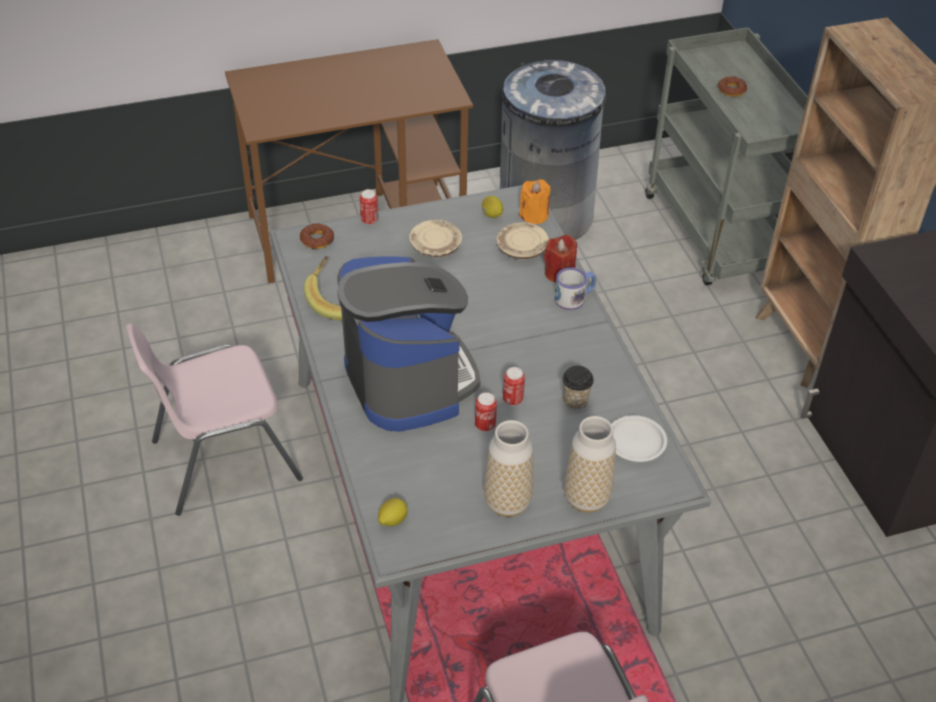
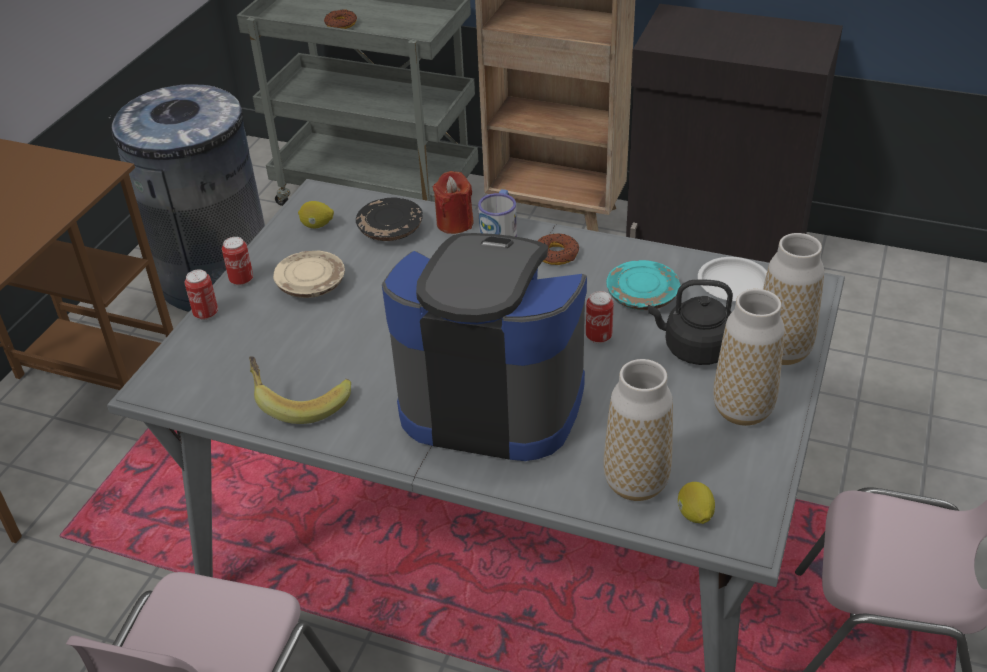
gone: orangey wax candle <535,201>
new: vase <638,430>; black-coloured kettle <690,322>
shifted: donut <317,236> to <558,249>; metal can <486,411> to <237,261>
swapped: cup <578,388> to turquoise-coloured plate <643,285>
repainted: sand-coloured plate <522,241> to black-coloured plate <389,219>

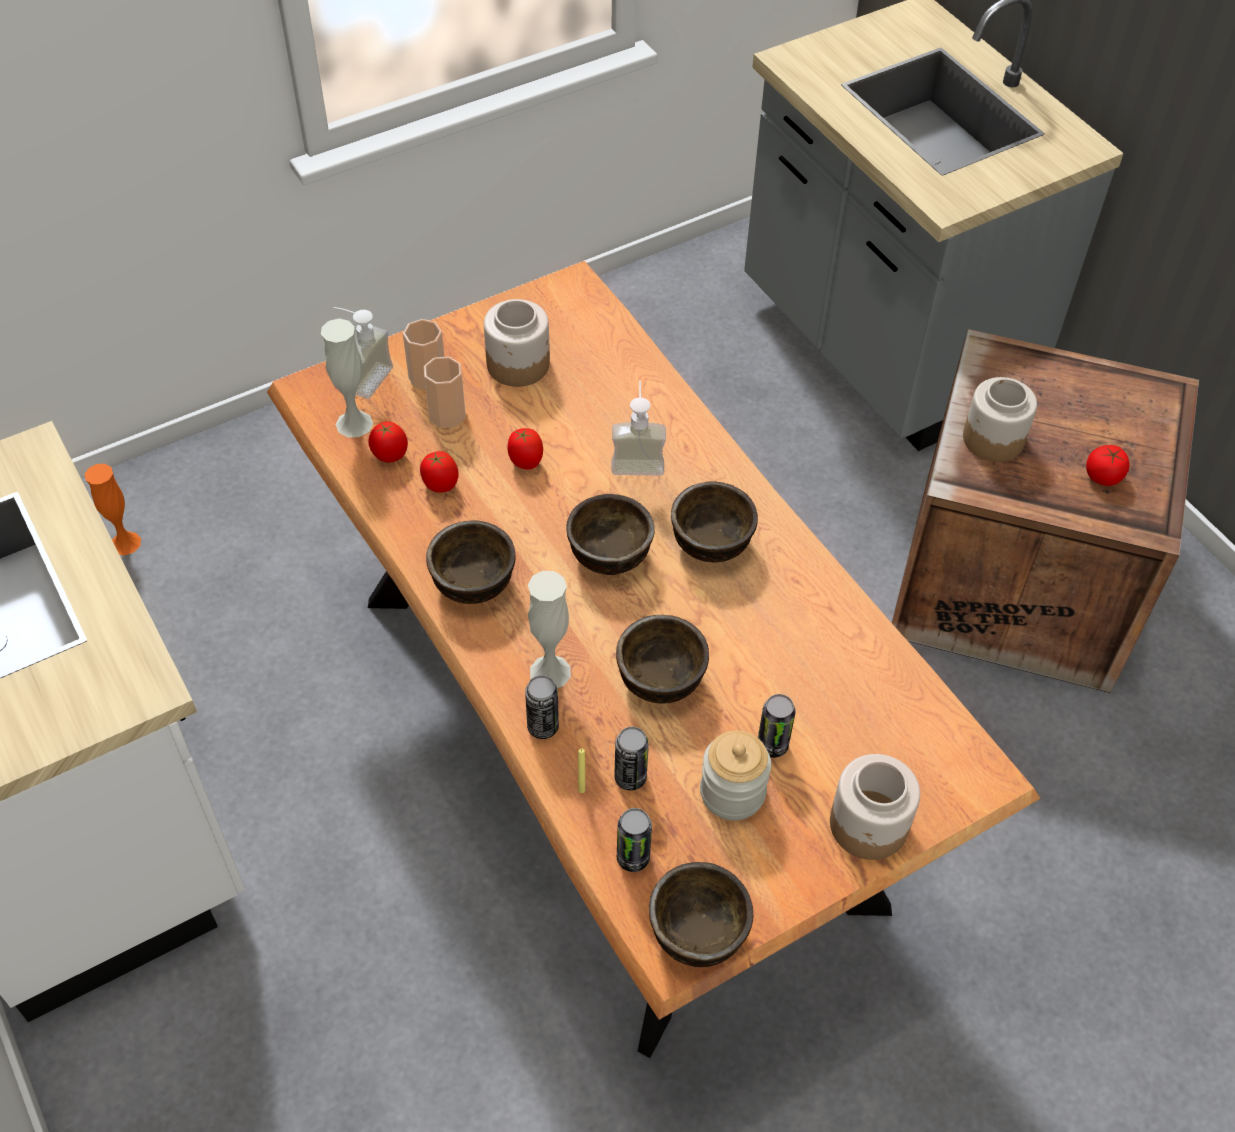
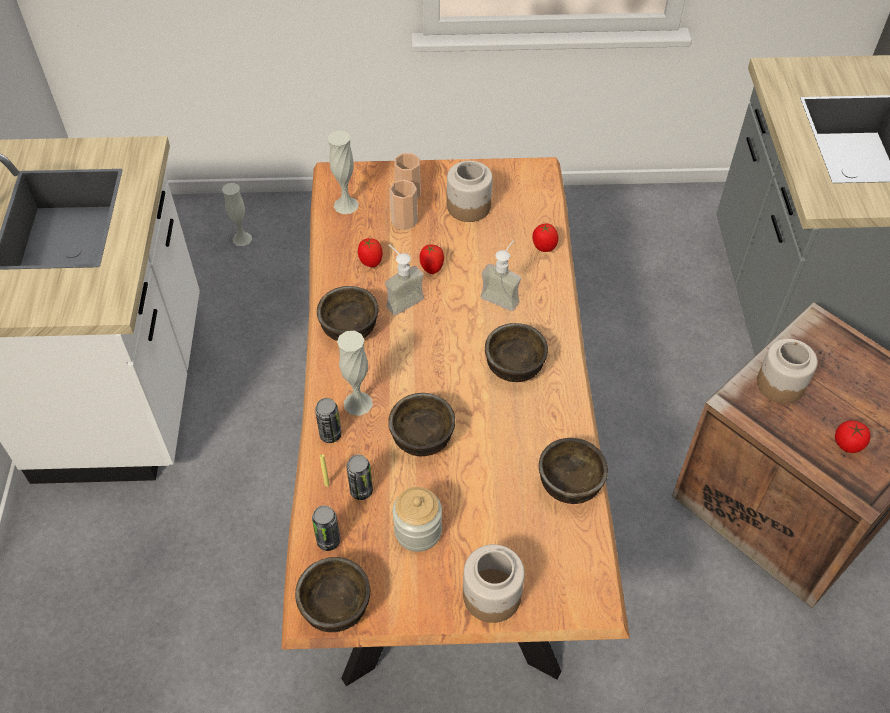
gone: metal can <776,726>
shifted: soap dispenser <363,353> to <404,280>; whole tomato <388,442> to <545,238>; brown bowl <610,534> to <573,471>
repainted: orangey vase <113,510> to white-coloured vase <237,214>

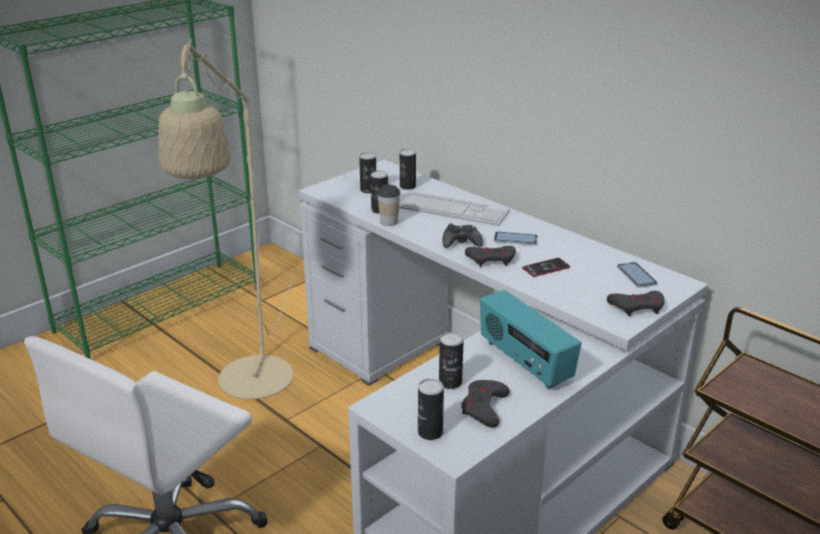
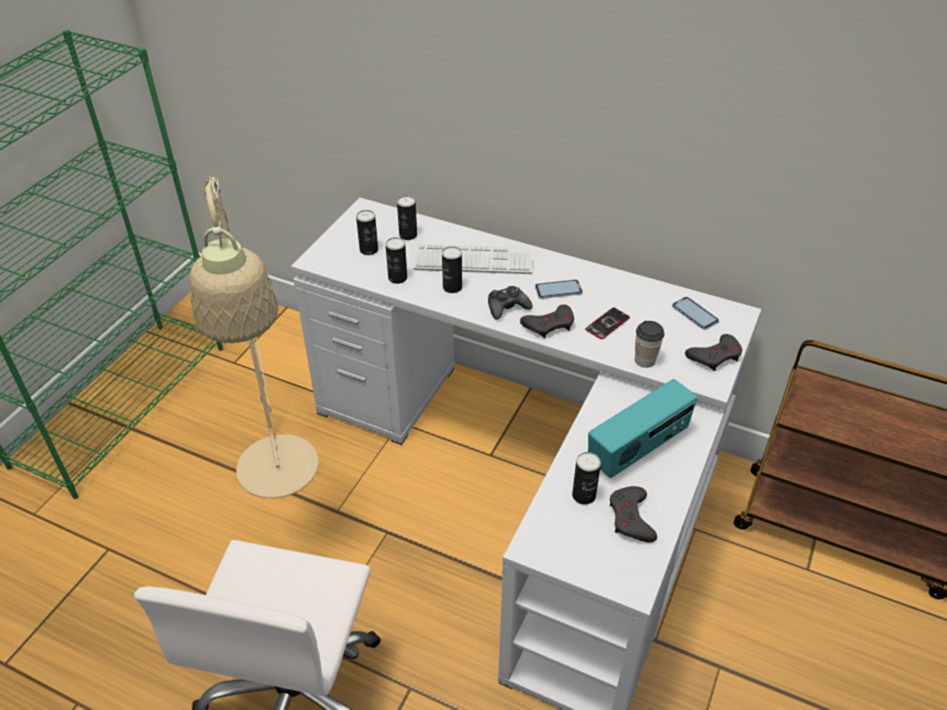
shifted: cup <388,205> to <649,344>; metal can <431,409> to <452,269>
rotated: radio set <530,340> = <642,428> 75 degrees counterclockwise

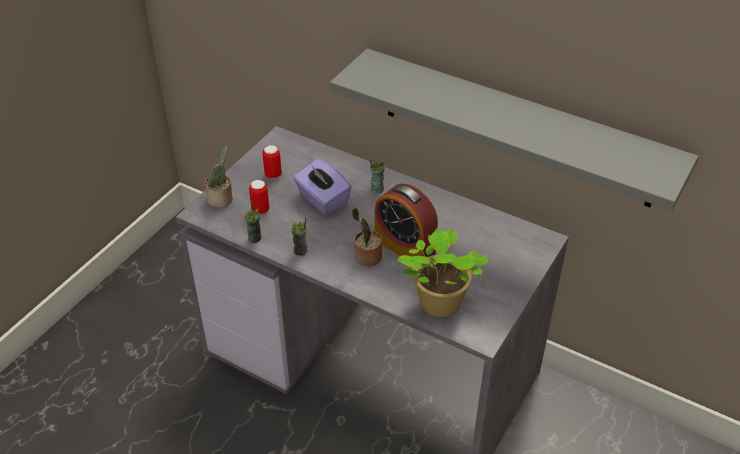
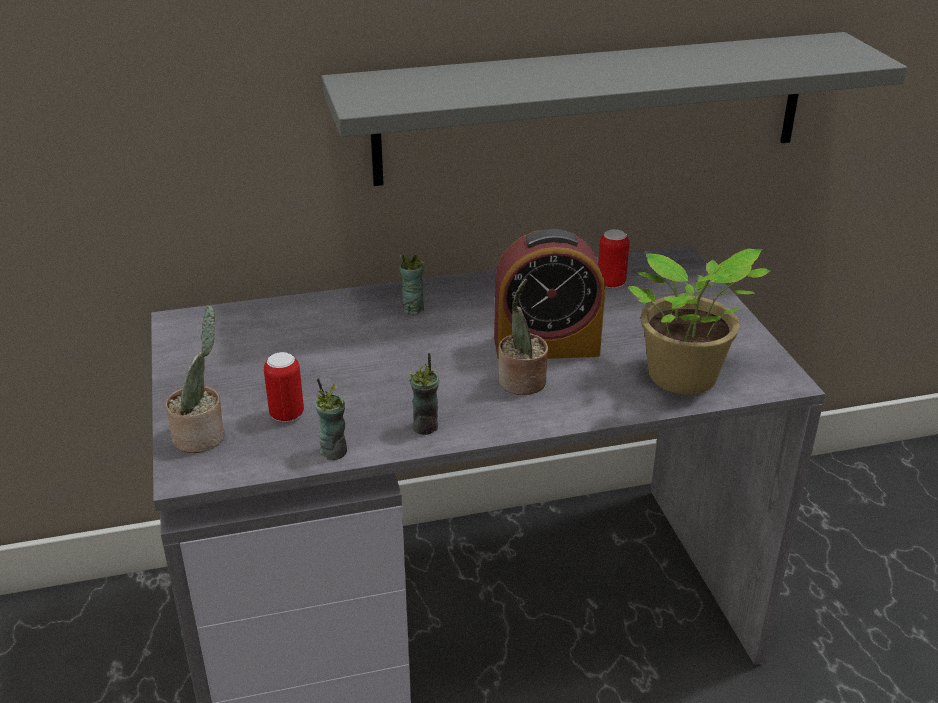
gone: purple box of tissues <322,186>
shifted: metal can <272,162> to <614,259>

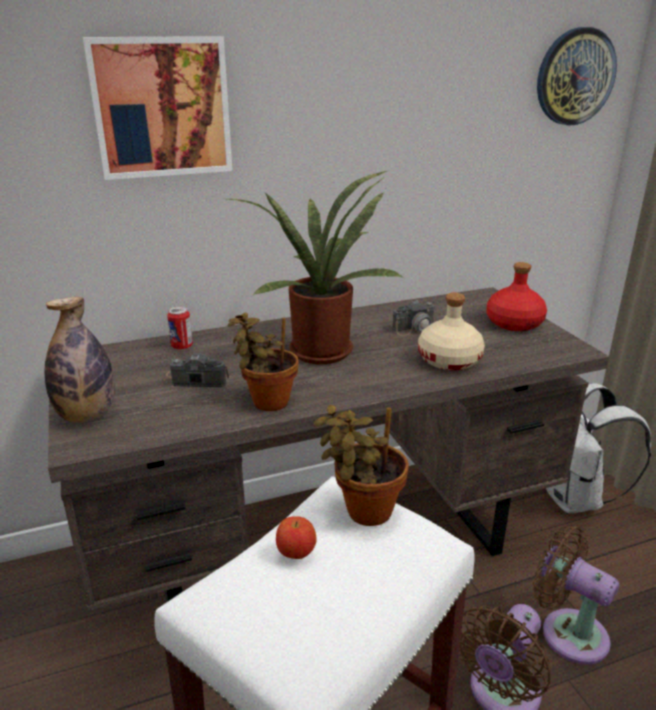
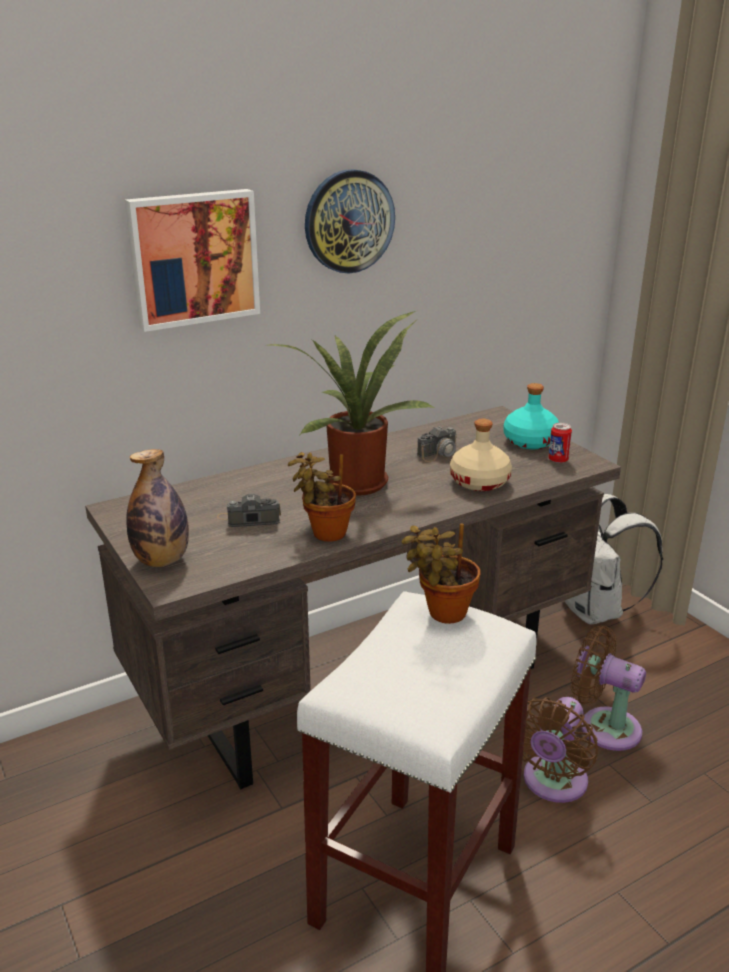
gone: apple fruit <296,537>
shifted: metal can <180,328> to <560,443>; hanging clock <577,76> to <350,221>
repainted: reddish drink bottle <516,296> to turquoise-coloured drink bottle <531,416>

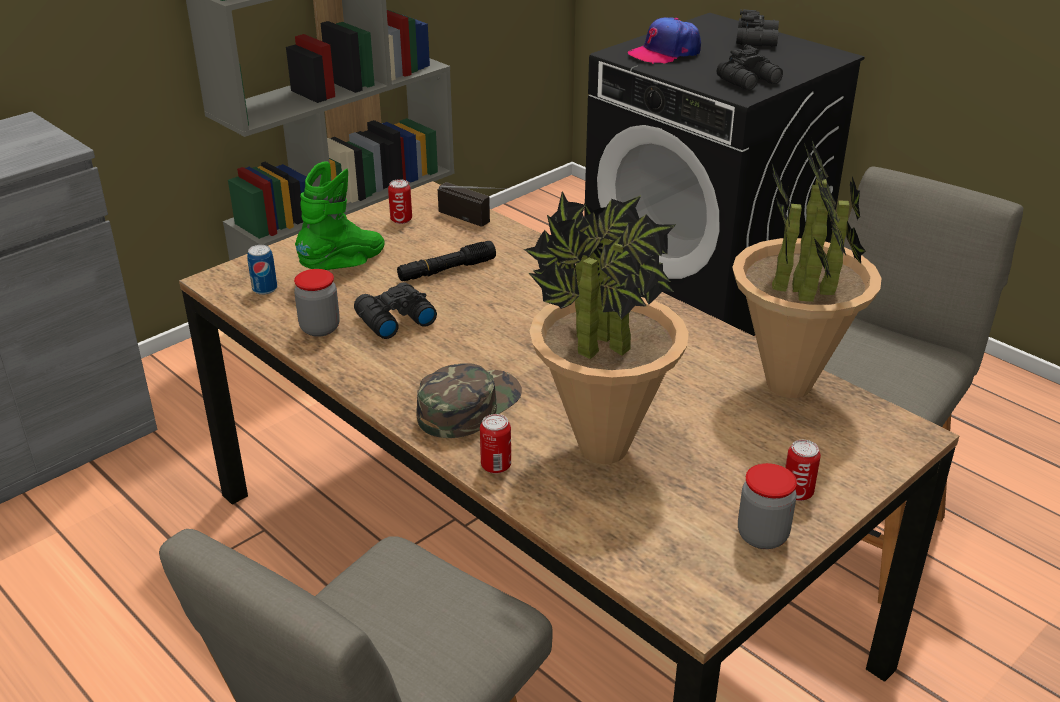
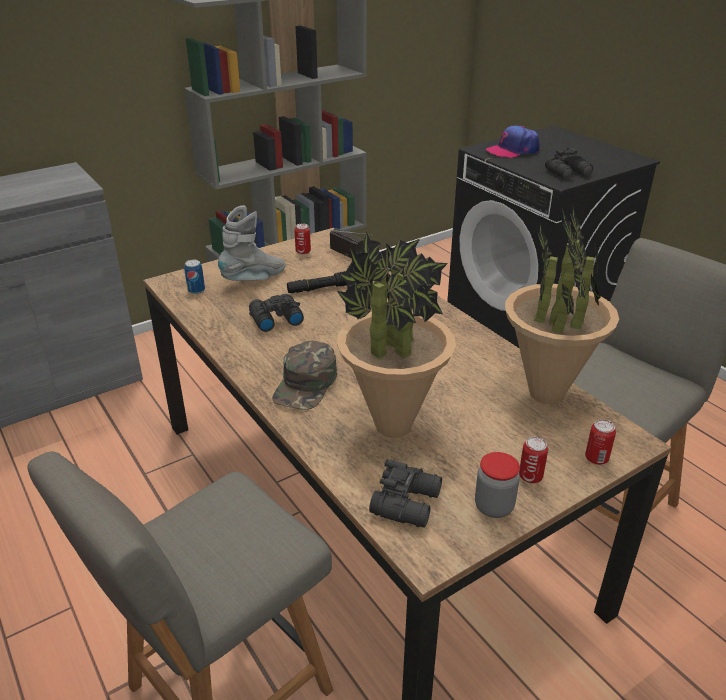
gone: storage jar <317,303>
shifted: metal can <495,444> to <600,442>; black-coloured field glasses <757,28> to <405,493>
repainted: greenish high-top boot <340,215> to greyish high-top boot <252,243>
rotated: greenish baseball cap <469,400> = <304,375> 150 degrees clockwise

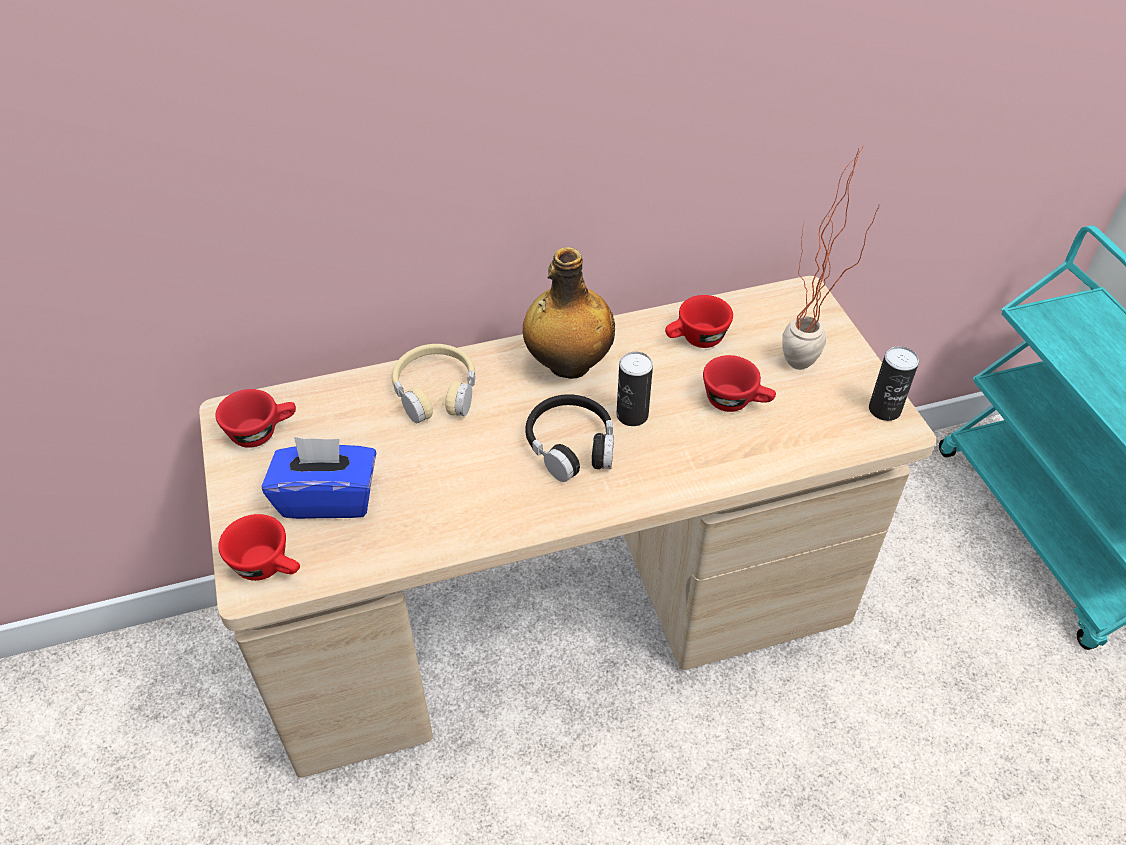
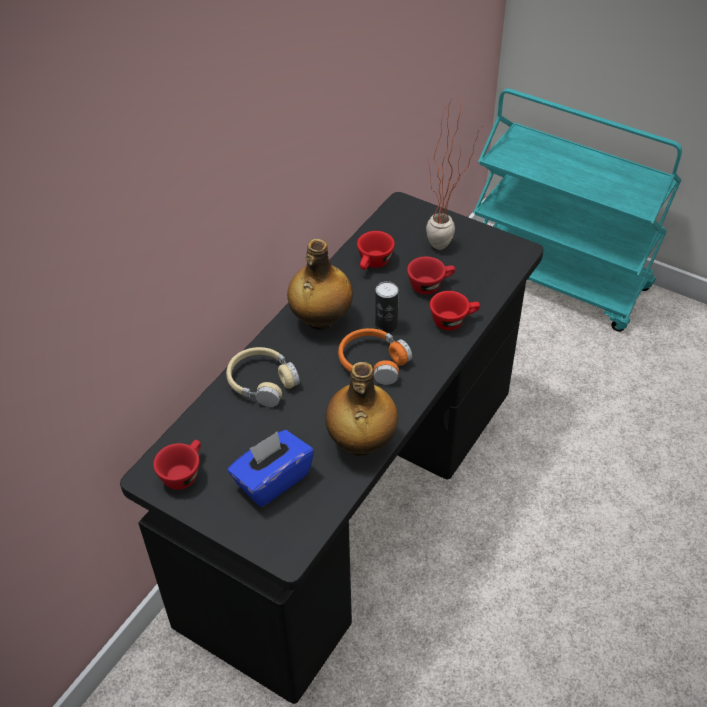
gone: metal can <894,383>
new: drink bottle <361,409>
shifted: reddish cup <259,547> to <455,310>
repainted: sand-coloured desk unit <567,527> to black-coloured desk unit <331,448>; black-coloured headset <569,438> to orangey headset <375,356>

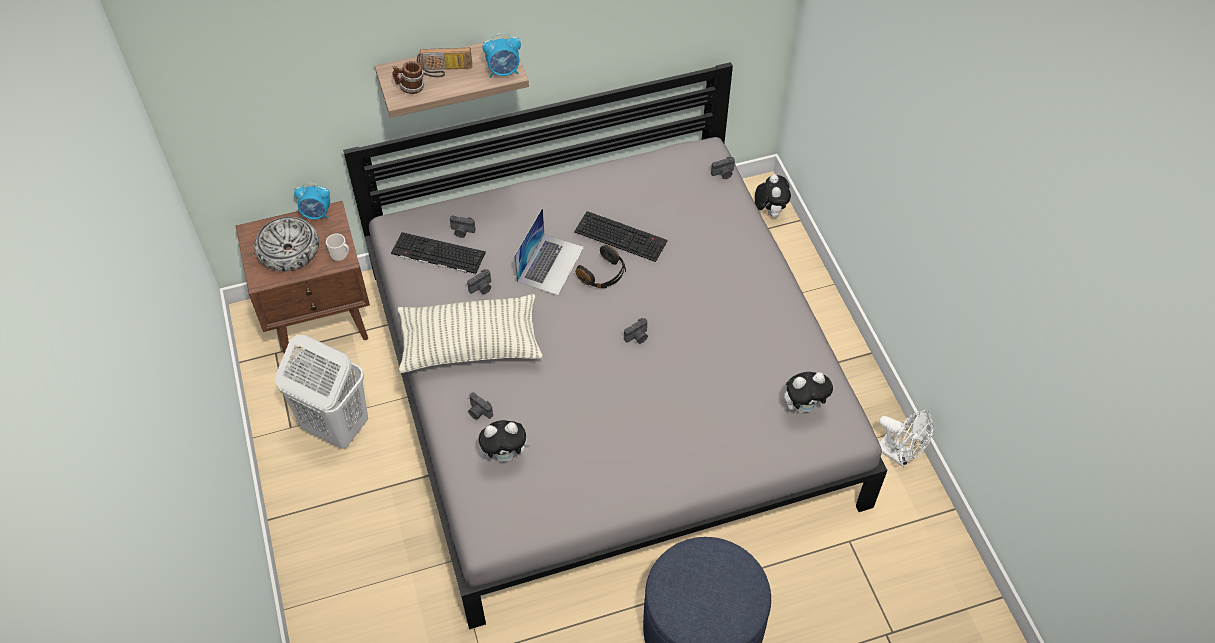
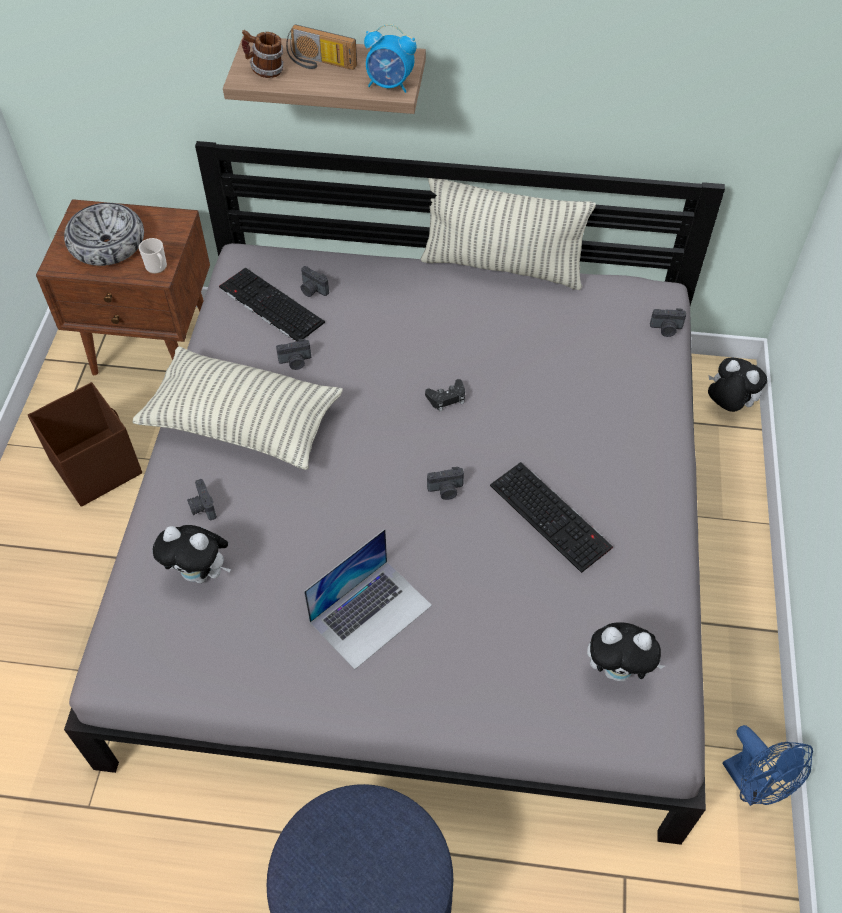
gone: bedside clock <312,201>
new: pillow <508,234>
shifted: laptop <549,251> to <368,599>; computer keyboard <620,236> to <551,517>
swapped: white-coloured laundry basket <321,392> to brown storage bin <85,444>; black-coloured headset <601,266> to black-coloured game controller <445,395>
repainted: white-coloured fan <906,438> to blue fan <767,765>
rotated: soft toy <773,196> = <737,384> 75 degrees counterclockwise

